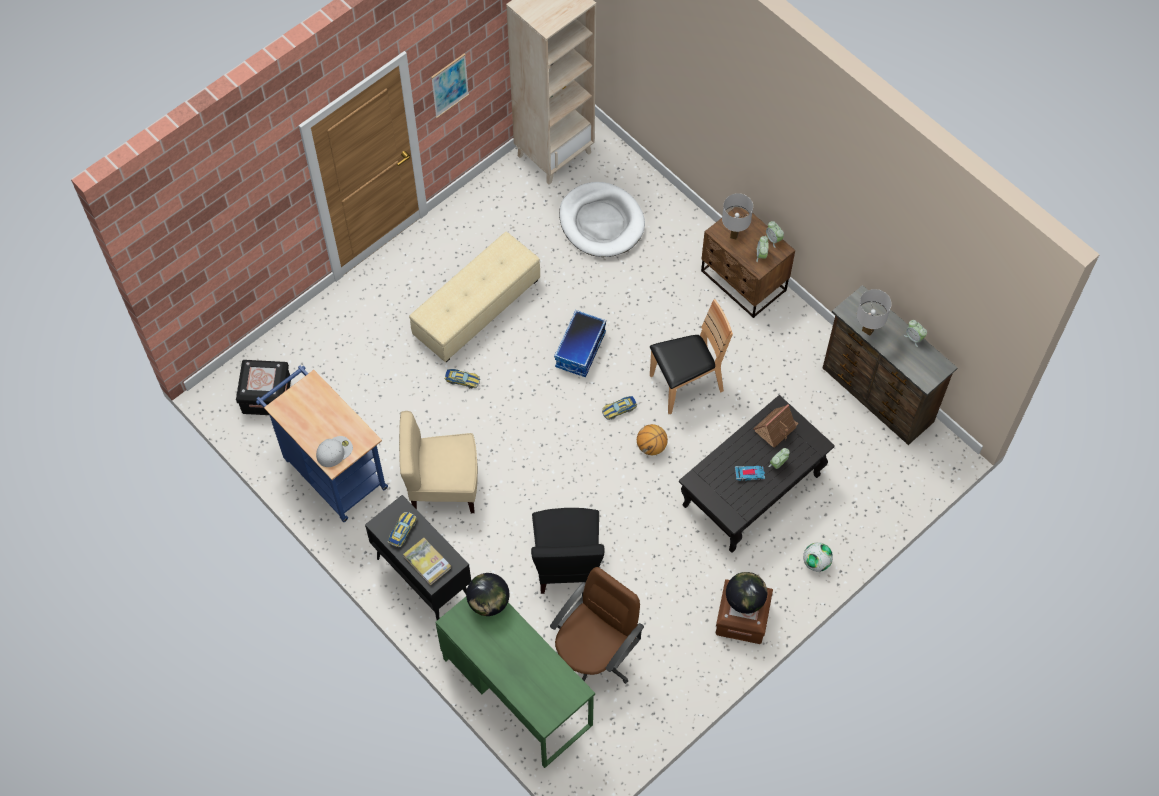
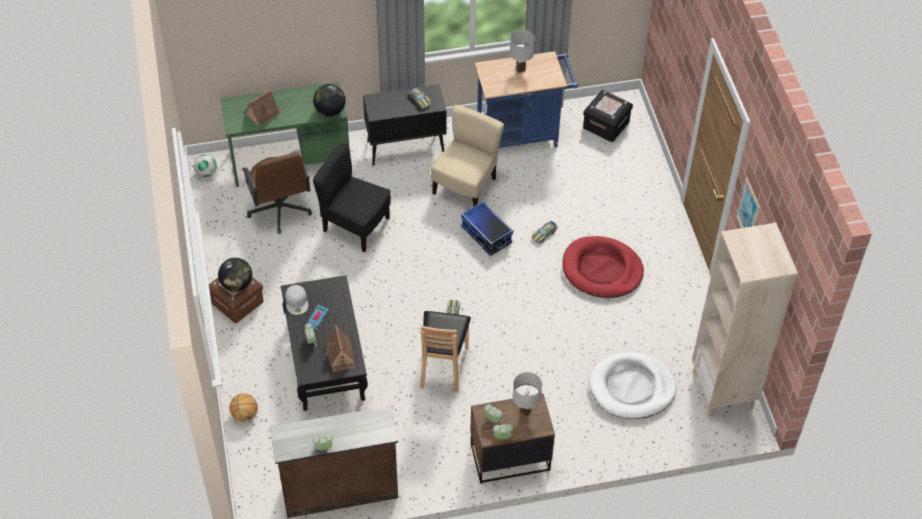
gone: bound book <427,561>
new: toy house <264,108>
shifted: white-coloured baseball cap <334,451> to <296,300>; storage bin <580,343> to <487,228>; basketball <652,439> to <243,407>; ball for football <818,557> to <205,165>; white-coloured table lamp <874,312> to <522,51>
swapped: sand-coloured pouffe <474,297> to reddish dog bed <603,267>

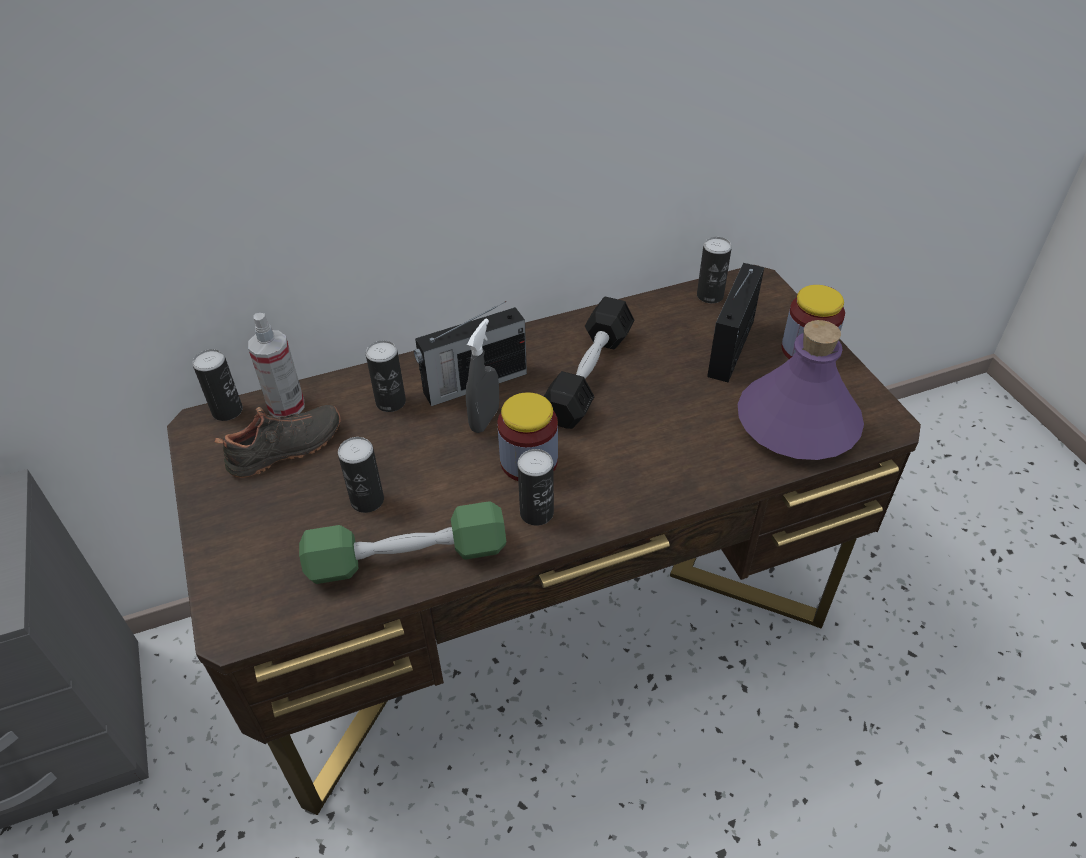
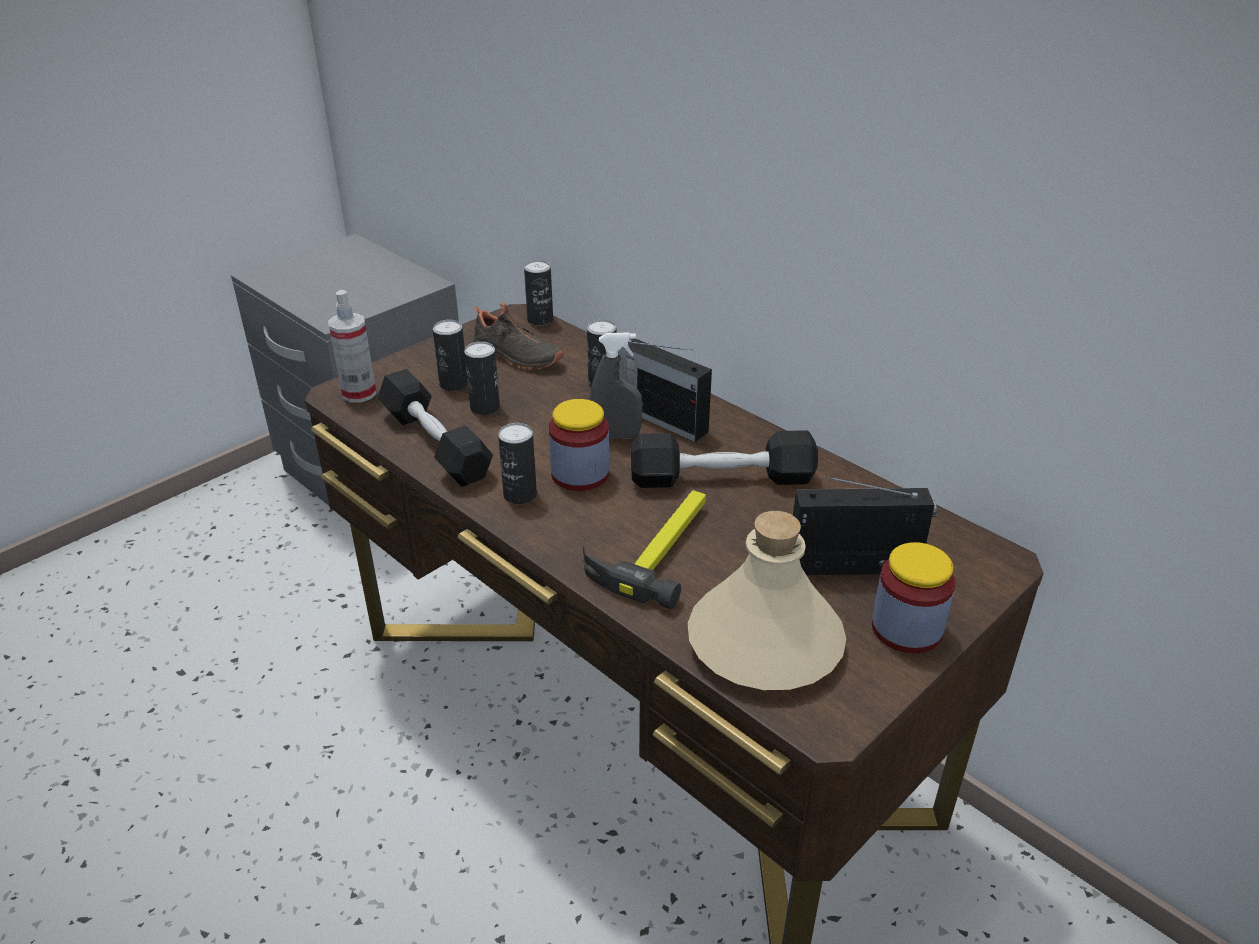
new: hand hammer <644,549>
shifted: sprayer <276,365> to <352,346>; metal can <714,270> to <450,355>
repainted: greenish dumbbell <402,542> to black-coloured dumbbell <435,428>; purple drink bottle <801,390> to sand-coloured drink bottle <767,600>

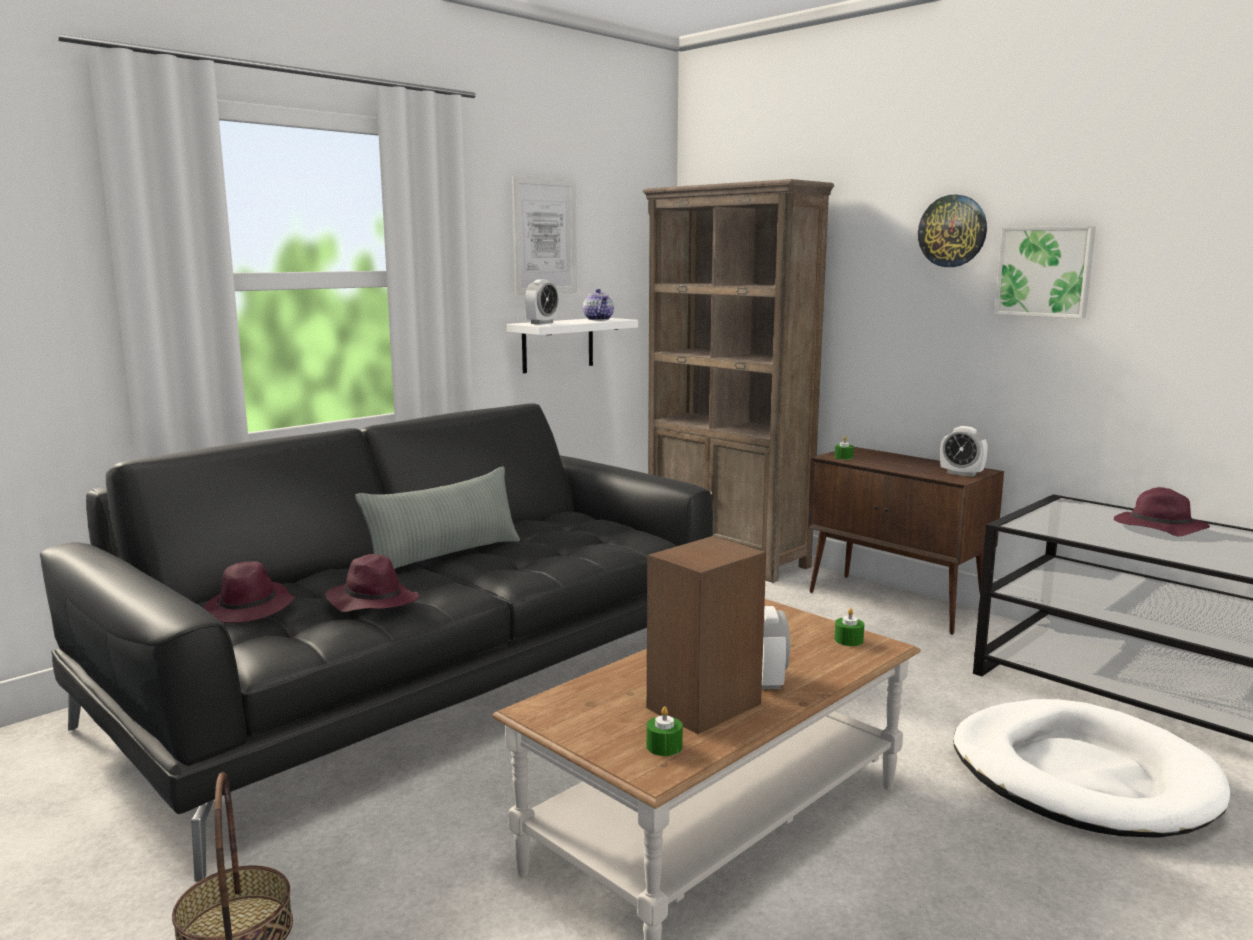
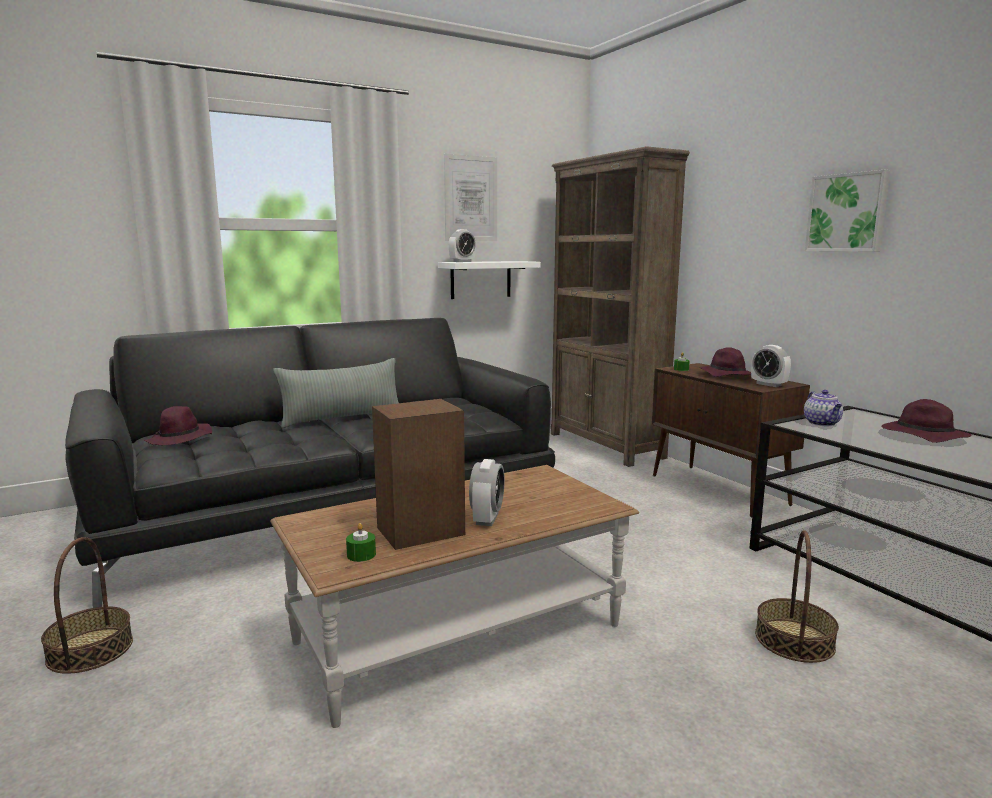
gone: greenish wax candle <849,627>; hanging clock <952,231>
shifted: purple clothing hat <372,583> to <725,362>; tea pot <598,304> to <823,408>
swapped: white-coloured dog bed <1091,768> to storage basket <797,596>

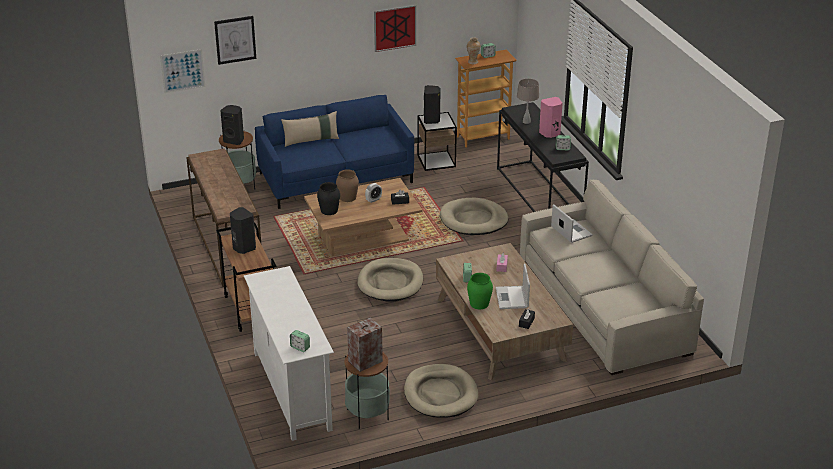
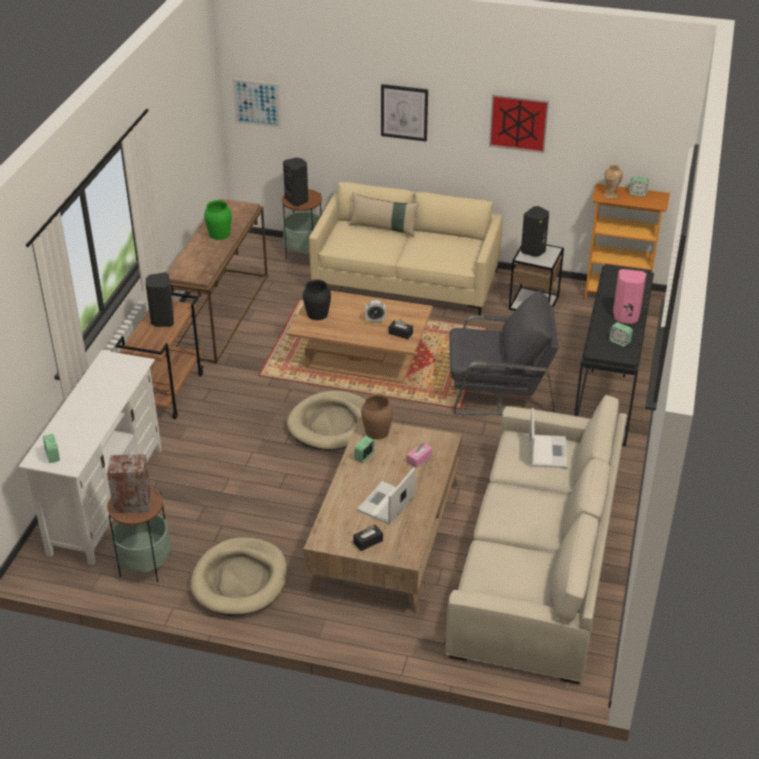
gone: sand-coloured table lamp <528,101>
shifted: wall picture <235,40> to <404,113>; brown vase <347,185> to <377,416>; greenish vase <480,291> to <218,220>
swapped: sand-coloured dog bed <474,216> to greyish armchair <504,353>
repainted: blue settee <334,152> to sand-coloured settee <405,248>

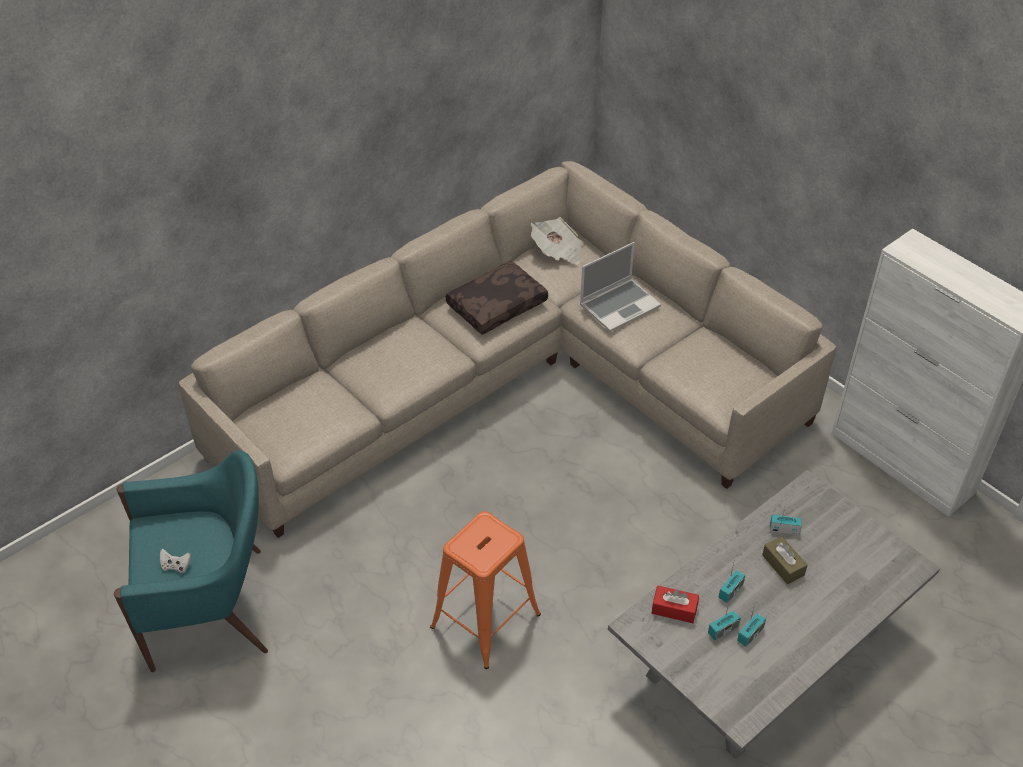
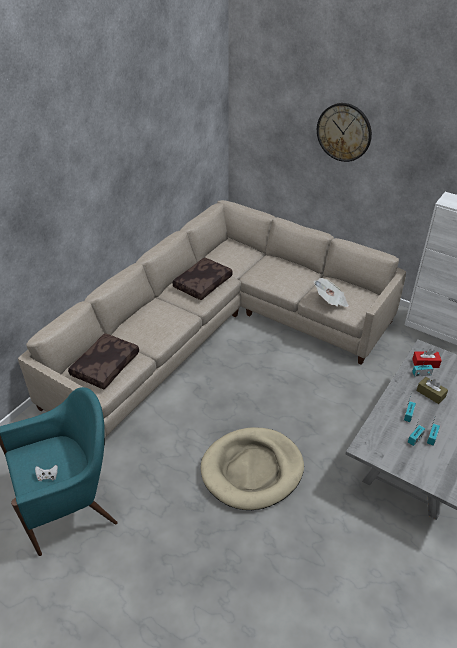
gone: laptop <620,287>
new: brown pillow <103,361>; hanging clock <344,132>
shifted: daily paper <557,241> to <331,292>; reddish box of tissues <675,604> to <427,358>
swapped: orangey sitting stool <485,590> to sand-coloured dog bed <252,468>

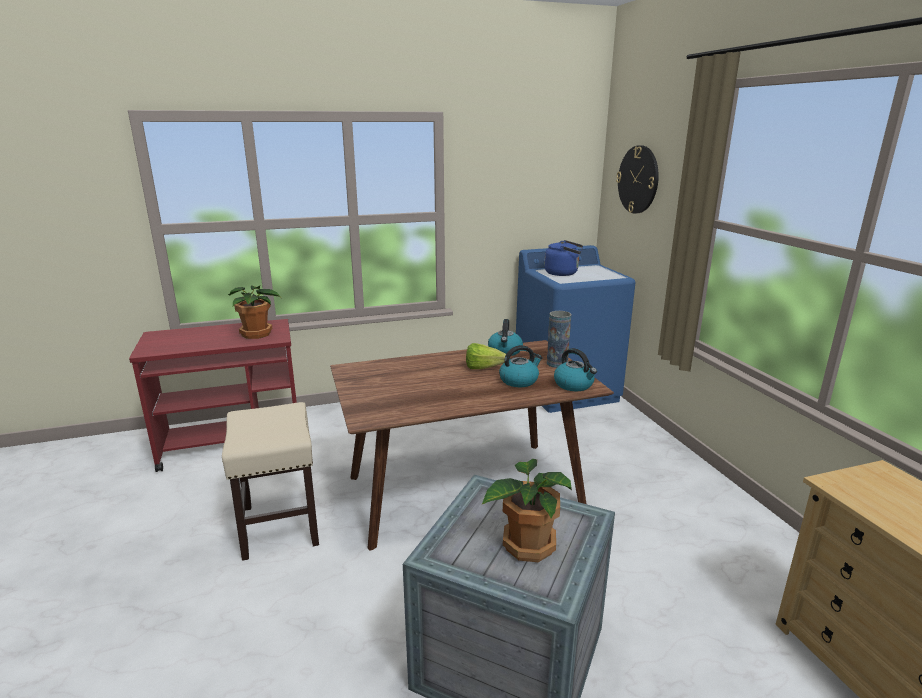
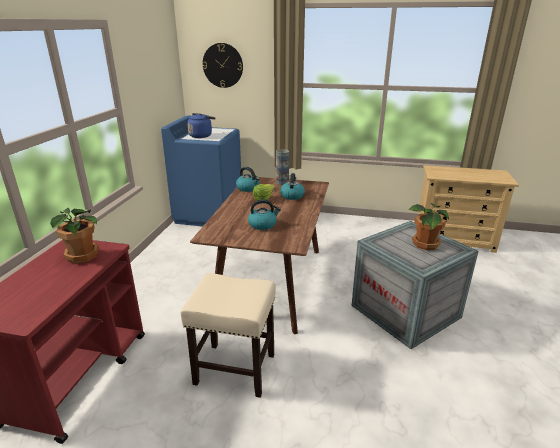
shifted: kettle <575,369> to <264,214>

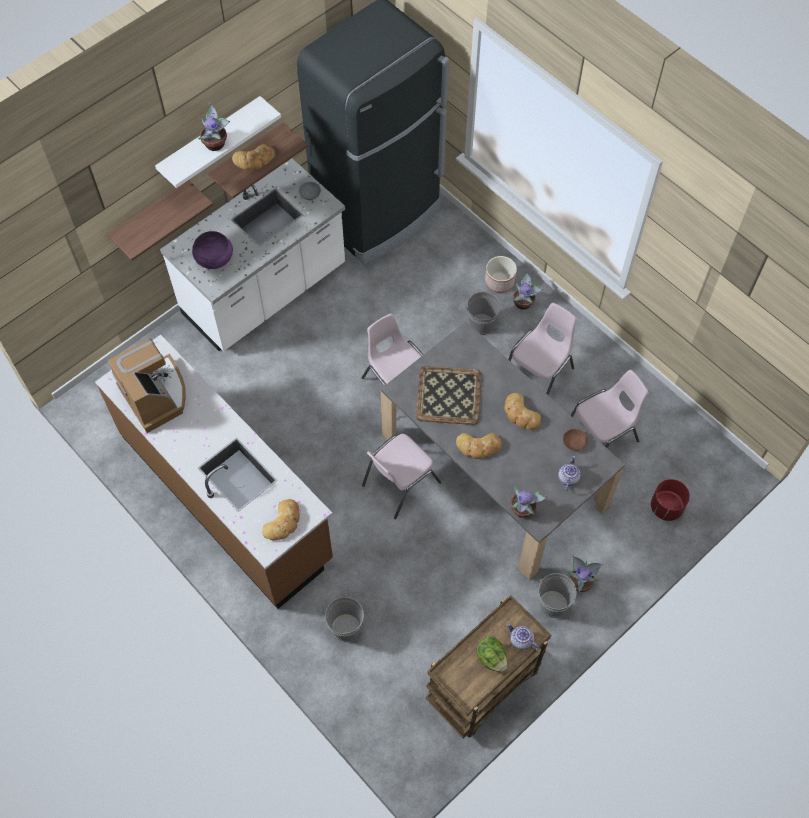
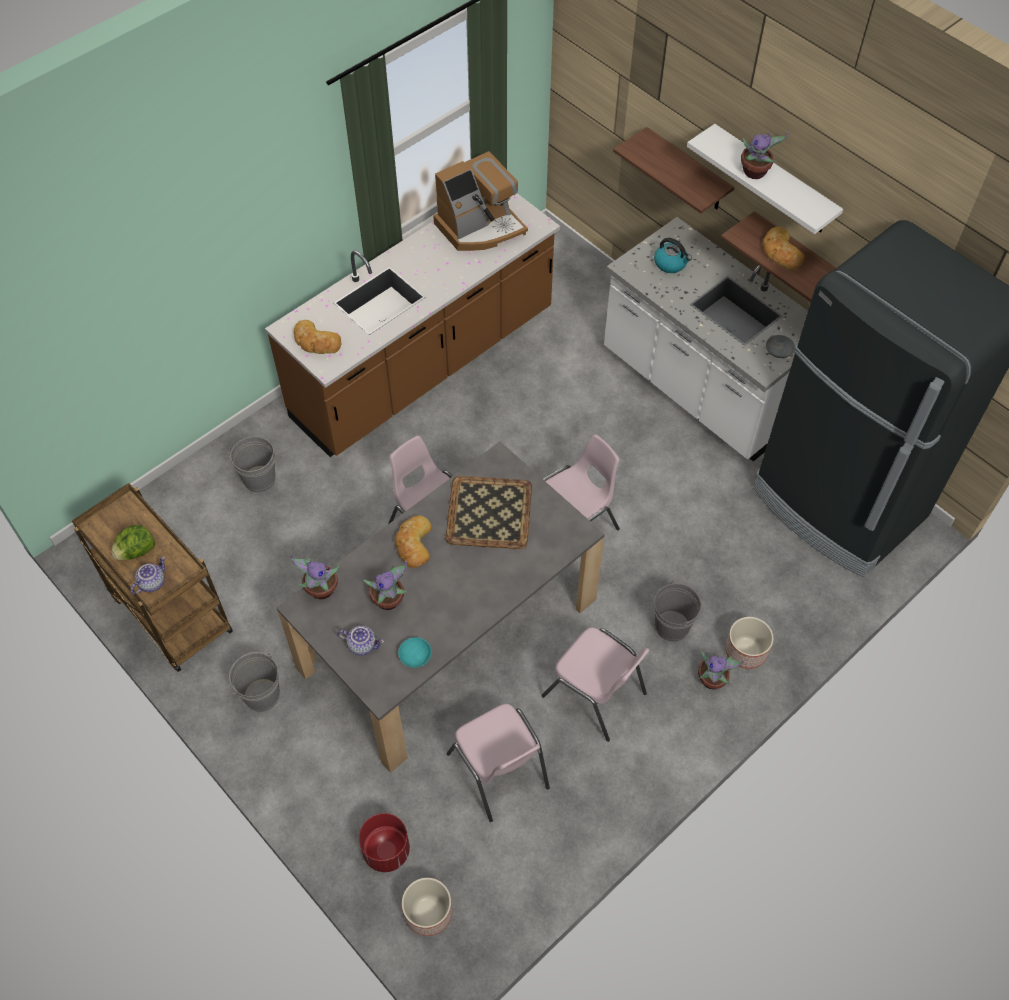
gone: bread <522,411>
new: plant pot <427,907>
shifted: plant in a pot <585,574> to <385,585>
swapped: purple bowl <212,250> to kettle <673,255>
repainted: brown bowl <575,440> to turquoise-coloured bowl <414,652>

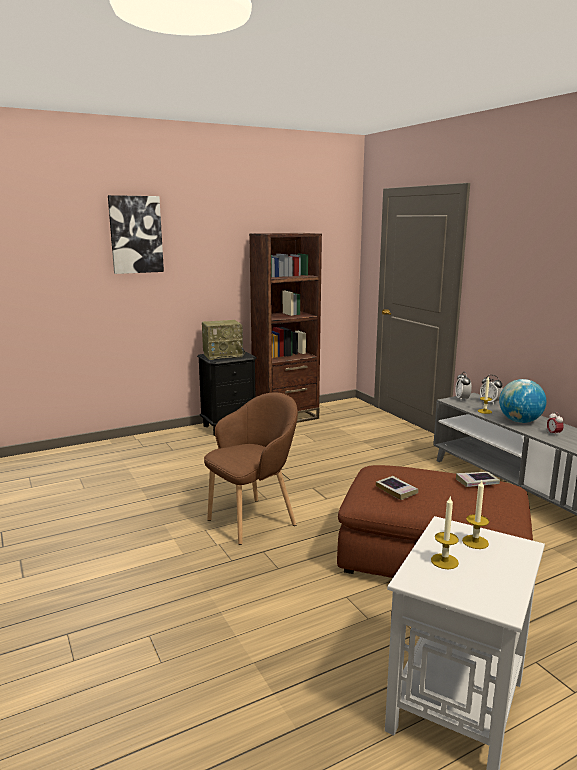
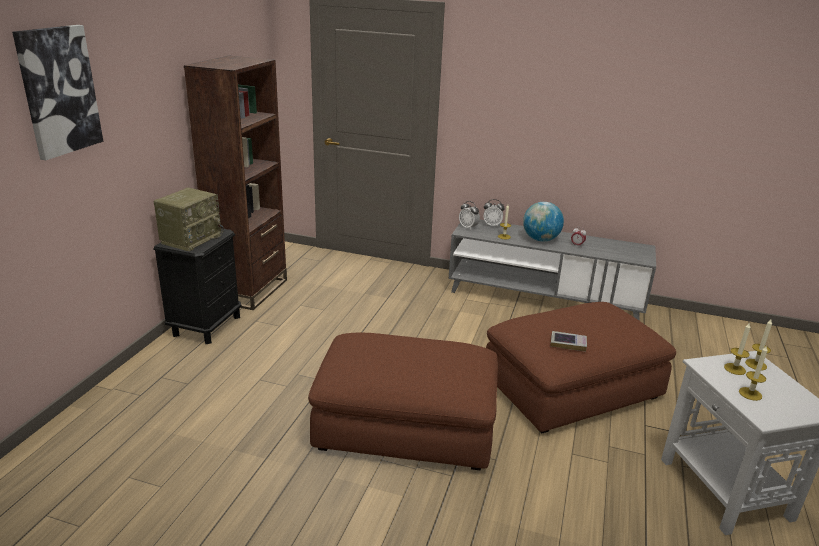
gone: bound book <478,479>
new: wax candle <758,345>
swapped: brown armchair <251,468> to brown pouffe <403,401>

